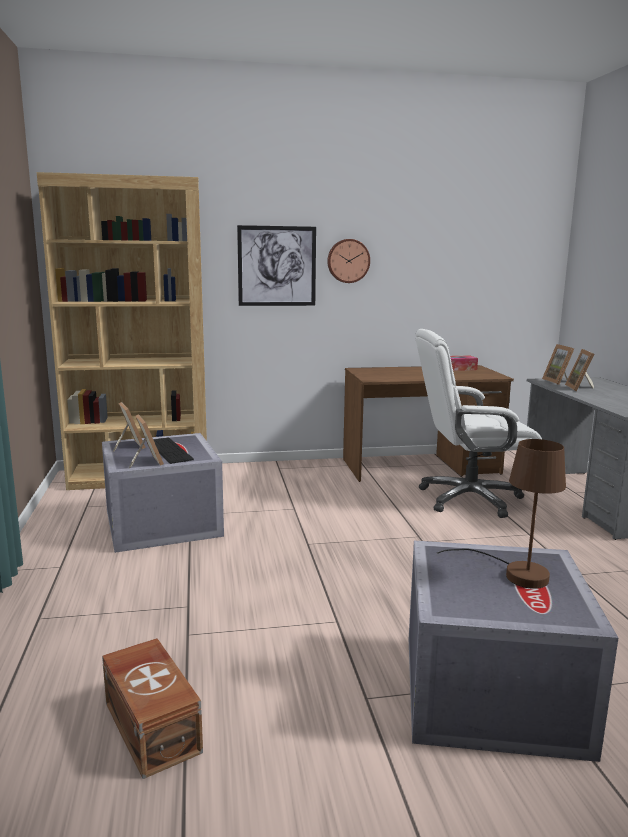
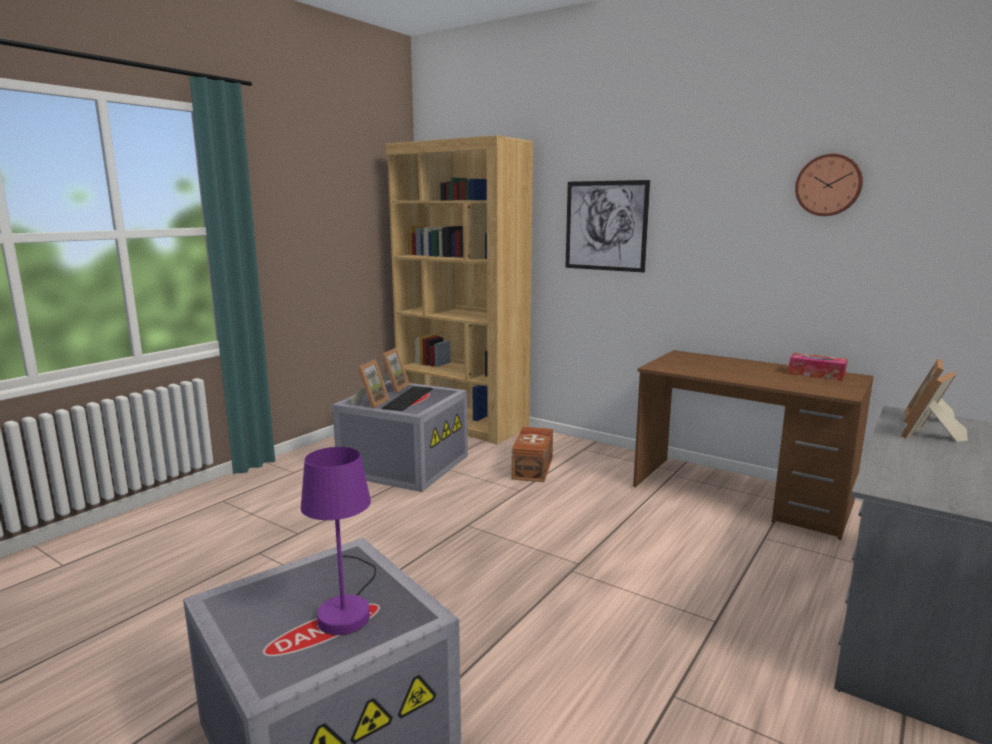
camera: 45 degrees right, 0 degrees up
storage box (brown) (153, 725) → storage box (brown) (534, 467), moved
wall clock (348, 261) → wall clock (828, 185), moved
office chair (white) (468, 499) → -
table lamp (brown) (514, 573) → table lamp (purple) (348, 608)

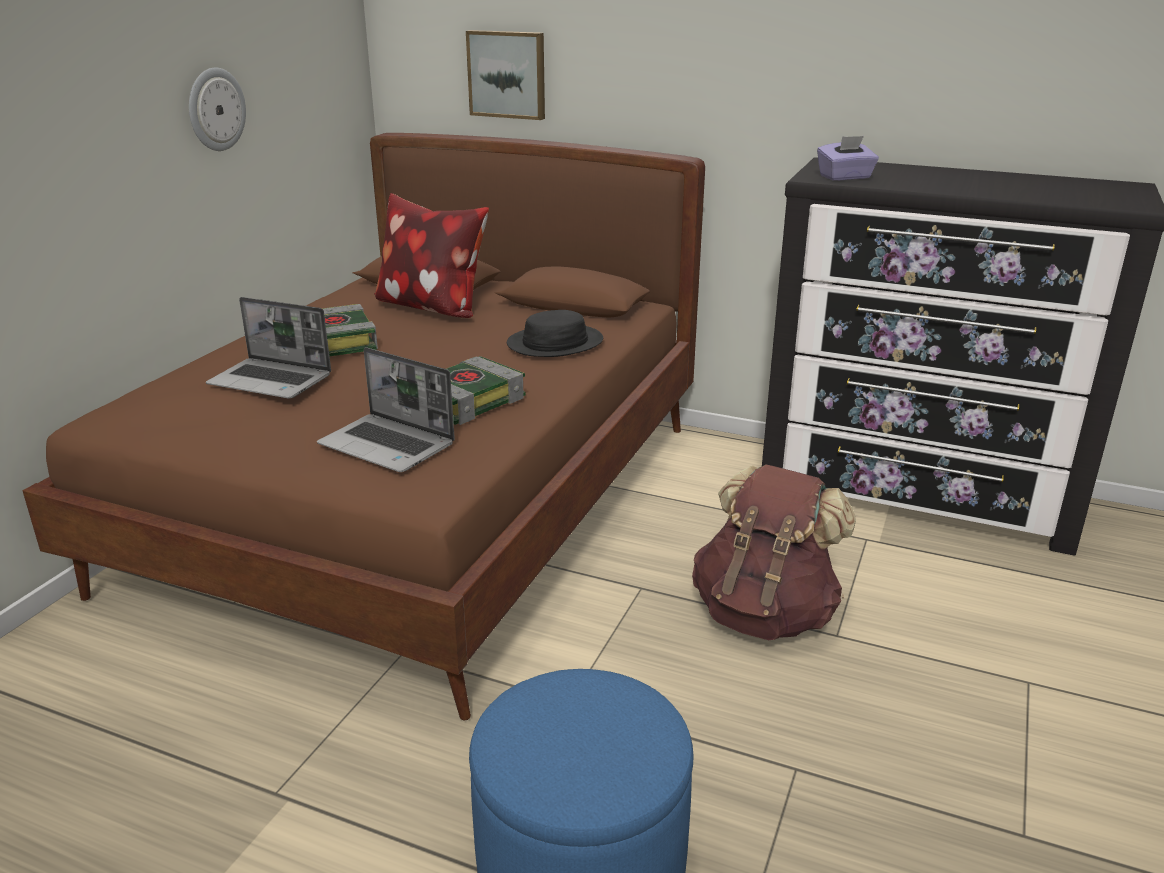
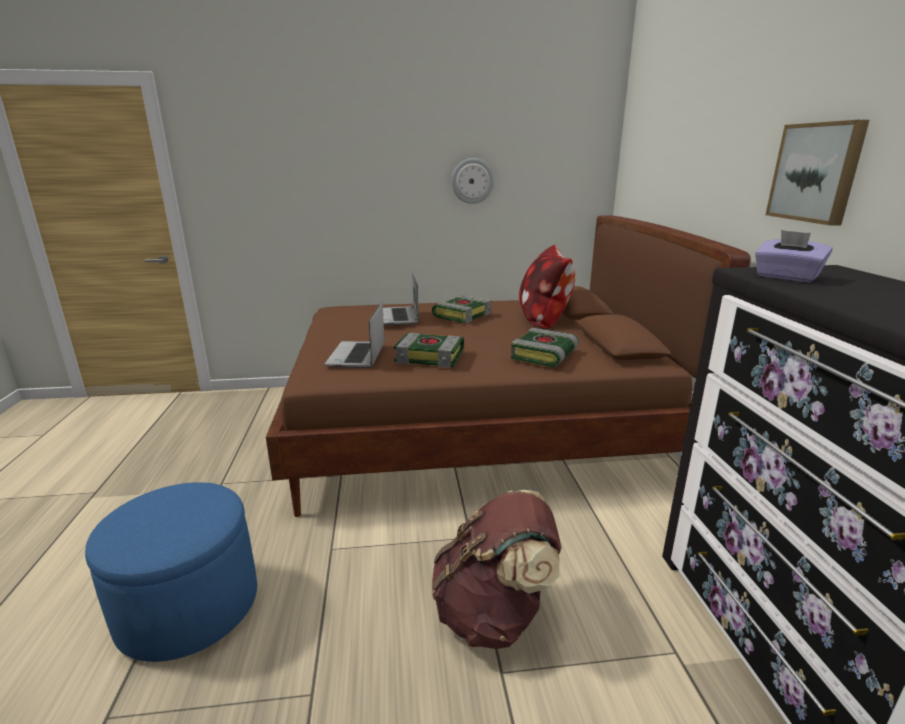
camera: 60 degrees right, 5 degrees down
picture (507, 74) → picture (816, 172), moved
hat (black) (555, 343) → book (544, 356)

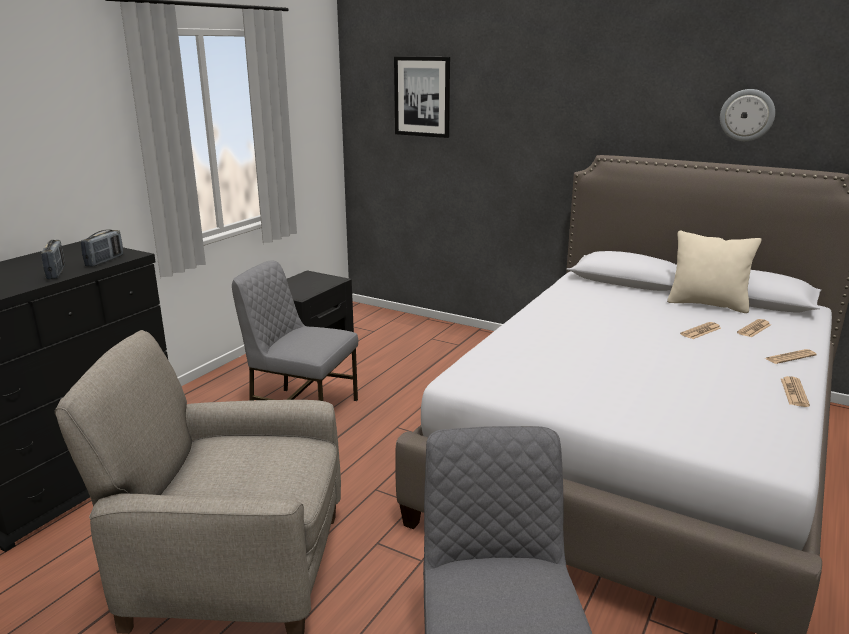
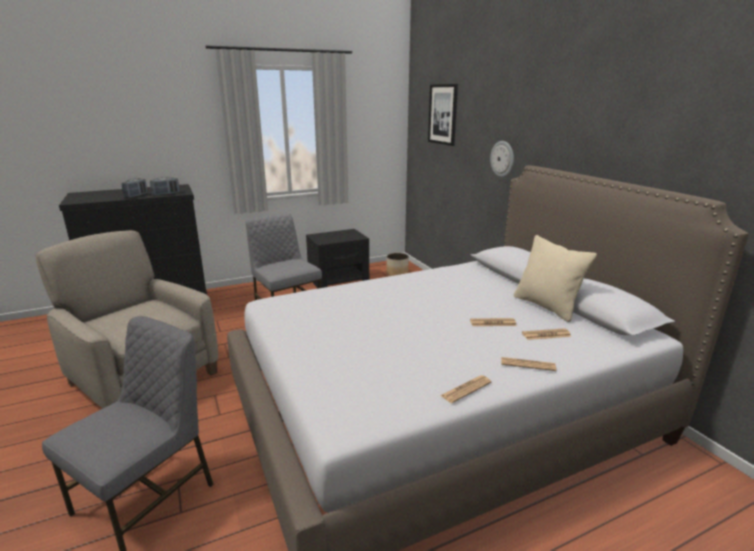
camera: 35 degrees right, 0 degrees up
wall clock (747, 115) → wall clock (502, 159), moved
- → planter (397, 274)

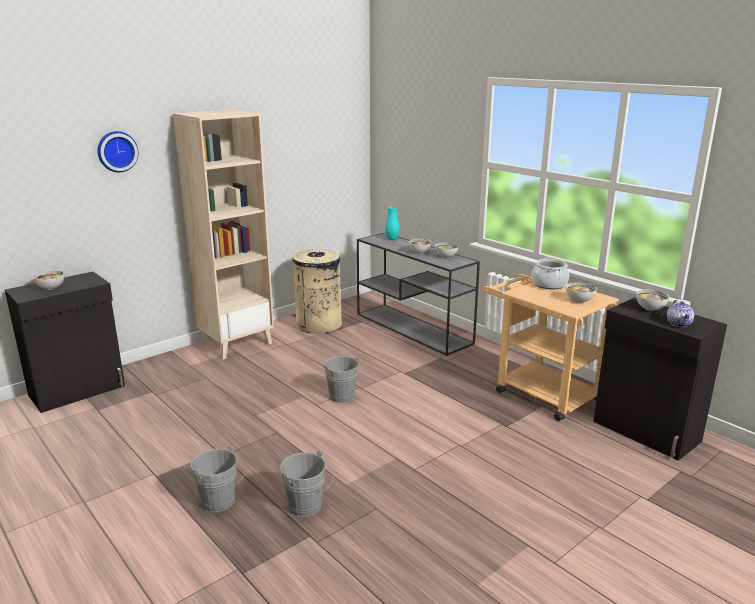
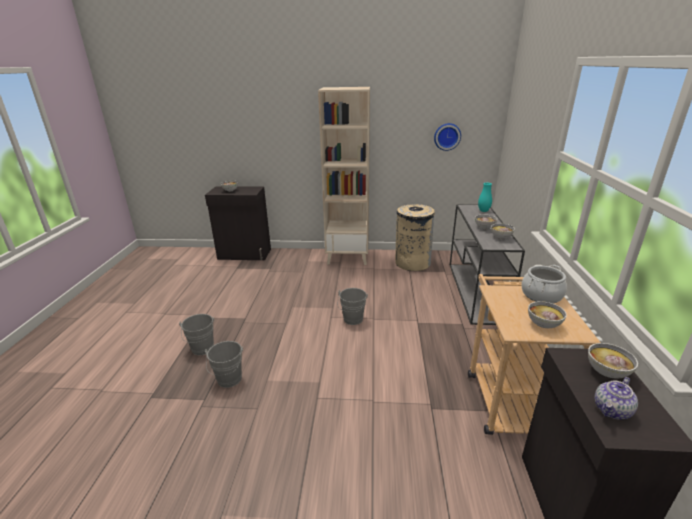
camera: 45 degrees right, 5 degrees up
wall clock (116, 151) → wall clock (447, 136), moved

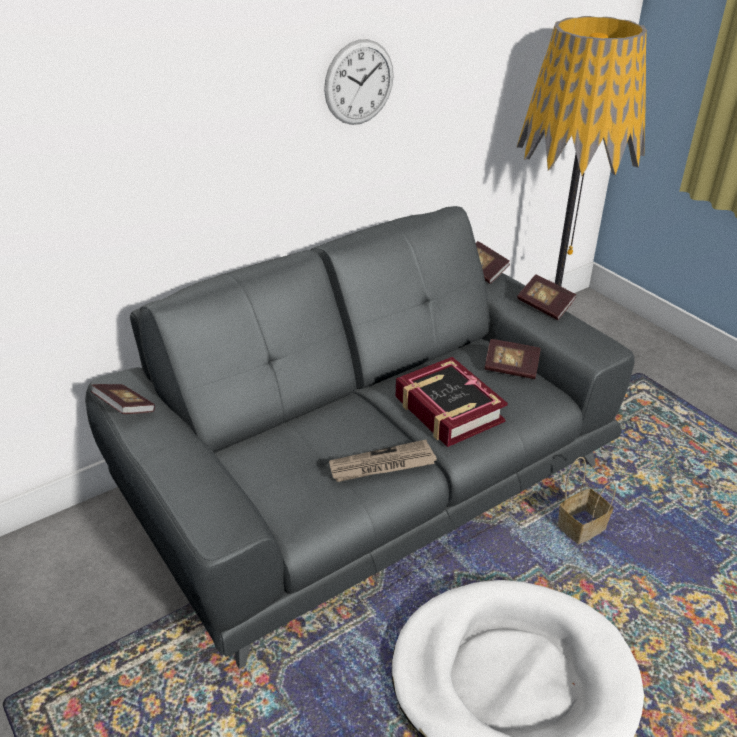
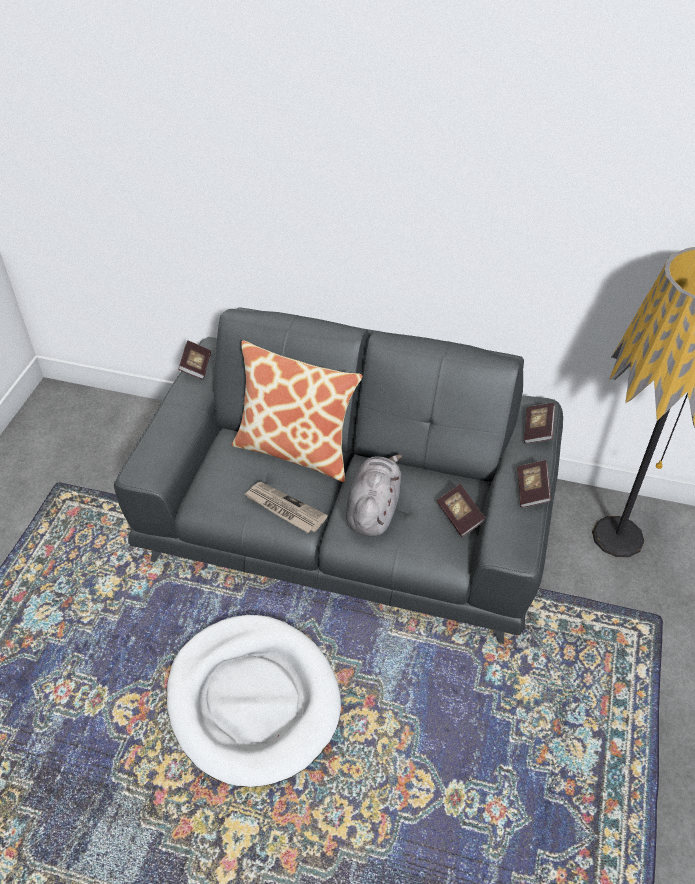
camera: 50 degrees right, 10 degrees up
wall clock (359, 82) → -
book (448, 409) → plush toy (grey) (373, 509)
basket (581, 526) → -
- → pillow (296, 449)

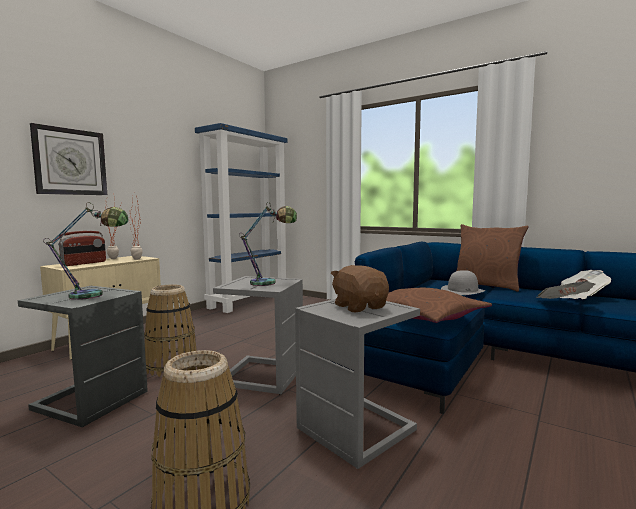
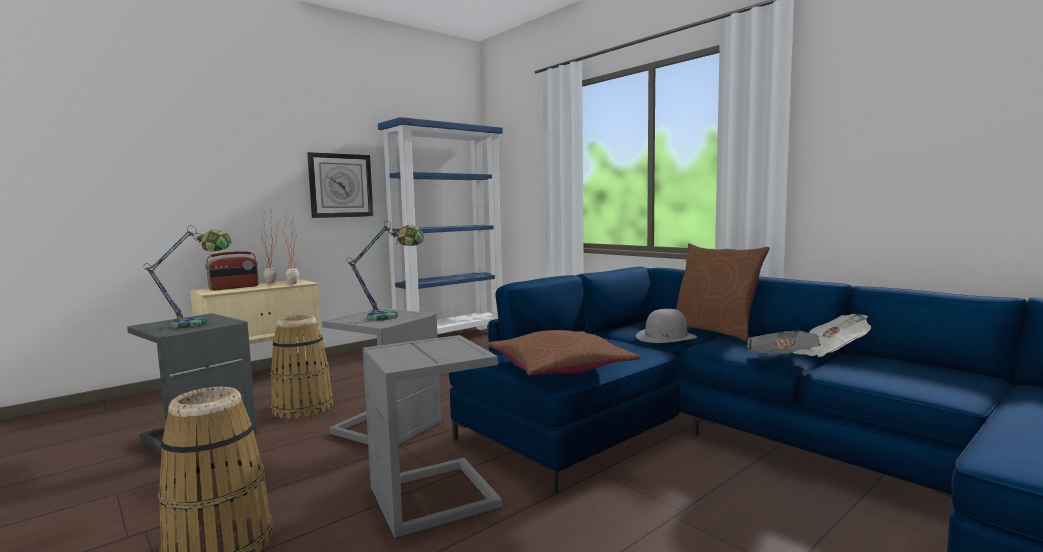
camera: 15 degrees right, 0 degrees up
wall clock (70, 162) → wall clock (340, 185), moved
plush toy (brown) (359, 307) → -

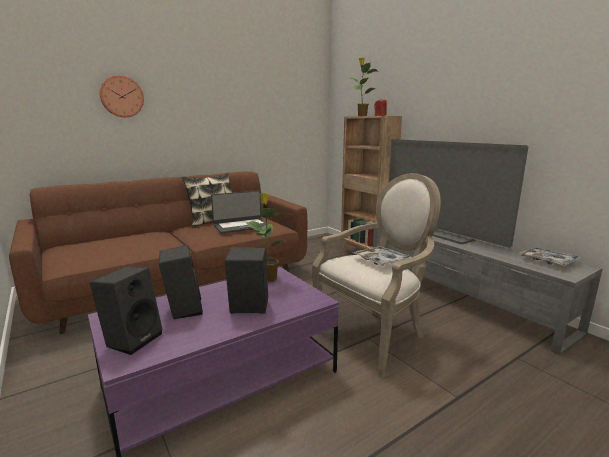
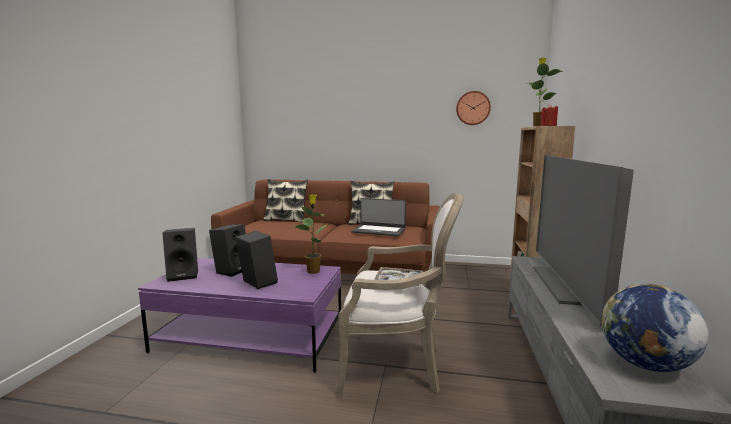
camera: 45 degrees right, 5 degrees down
wall clock (121, 96) → wall clock (473, 108), moved
tray (548, 261) → globe (644, 364)
- → pillow (286, 220)

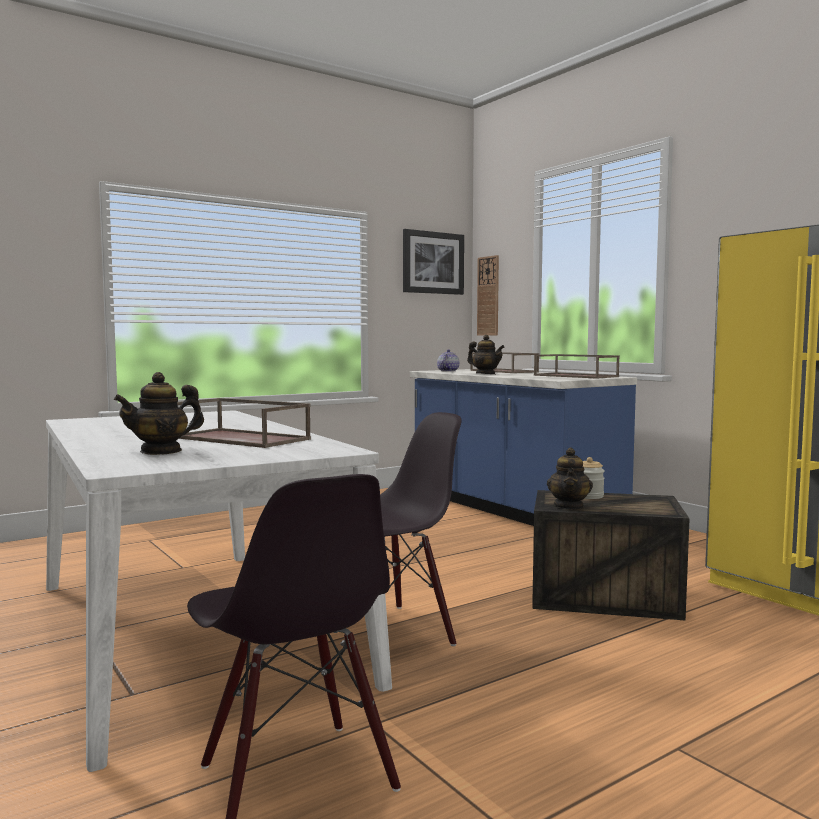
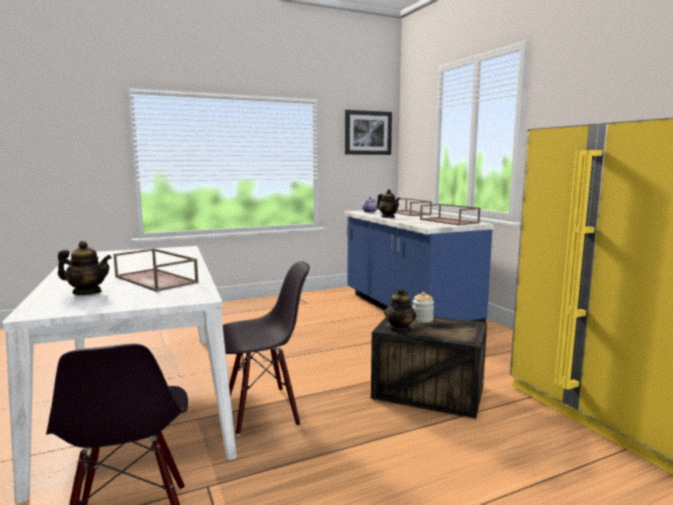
camera: 10 degrees right, 5 degrees up
teapot (161, 451) → teapot (87, 292), 150 degrees counterclockwise
wall clock (488, 296) → -

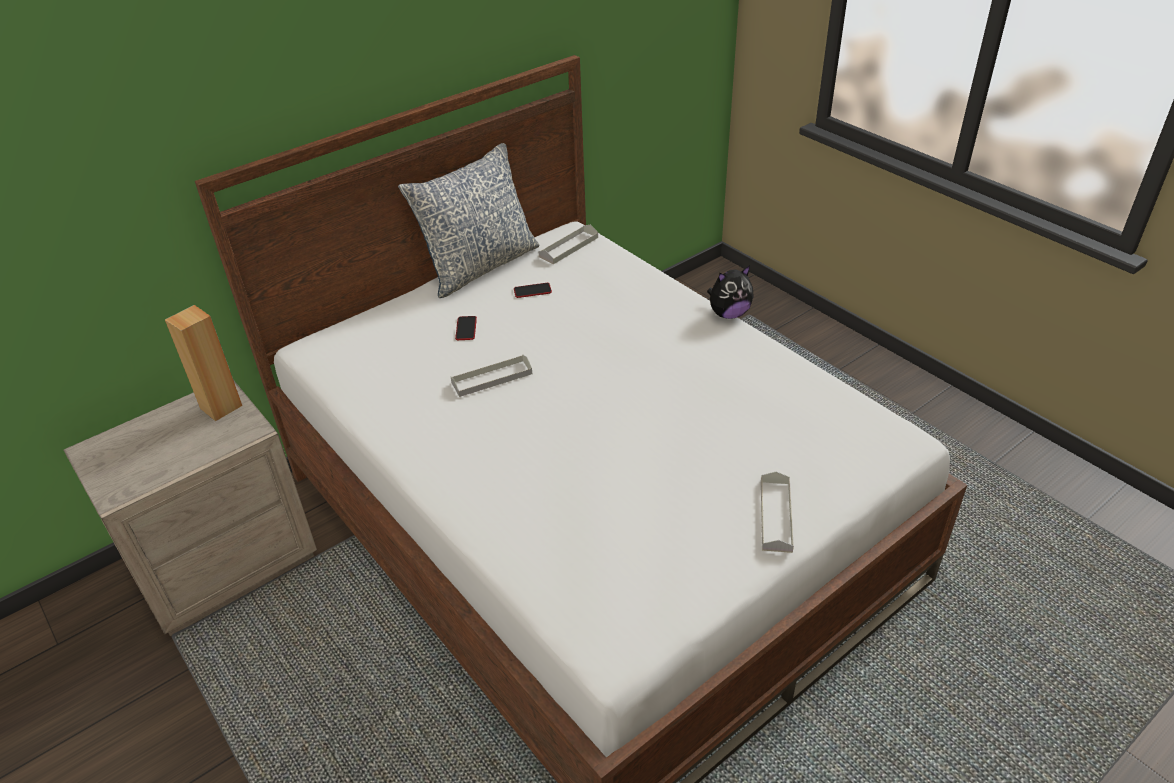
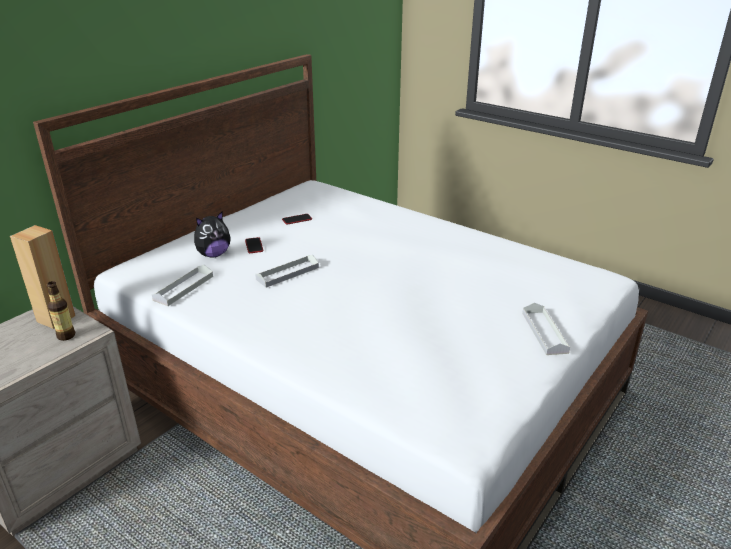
camera: 15 degrees left, 10 degrees down
pillow (479, 266) → -
tray (grey) (569, 247) → tray (grey) (183, 288), moved
plush toy (728, 314) → plush toy (213, 254), moved
- → bottle (66, 336)

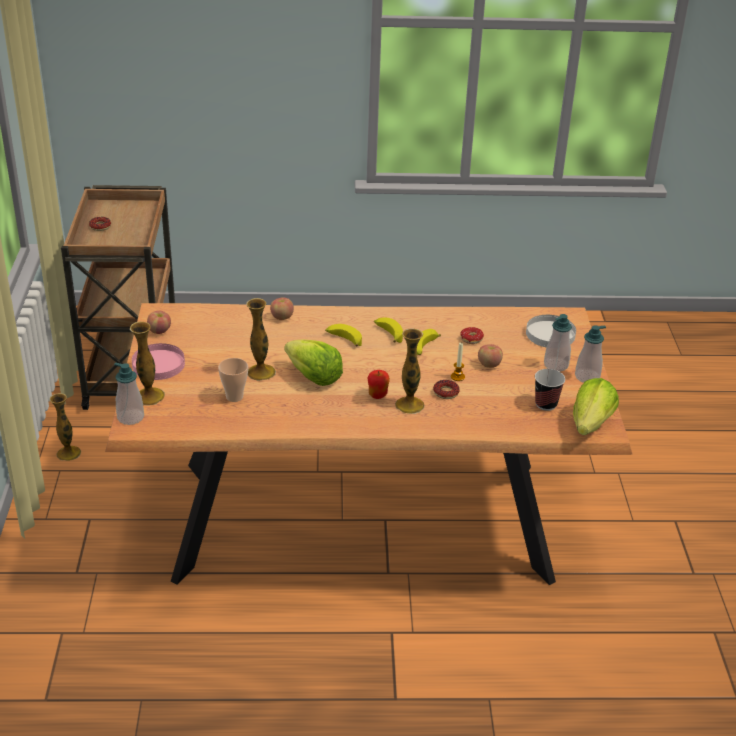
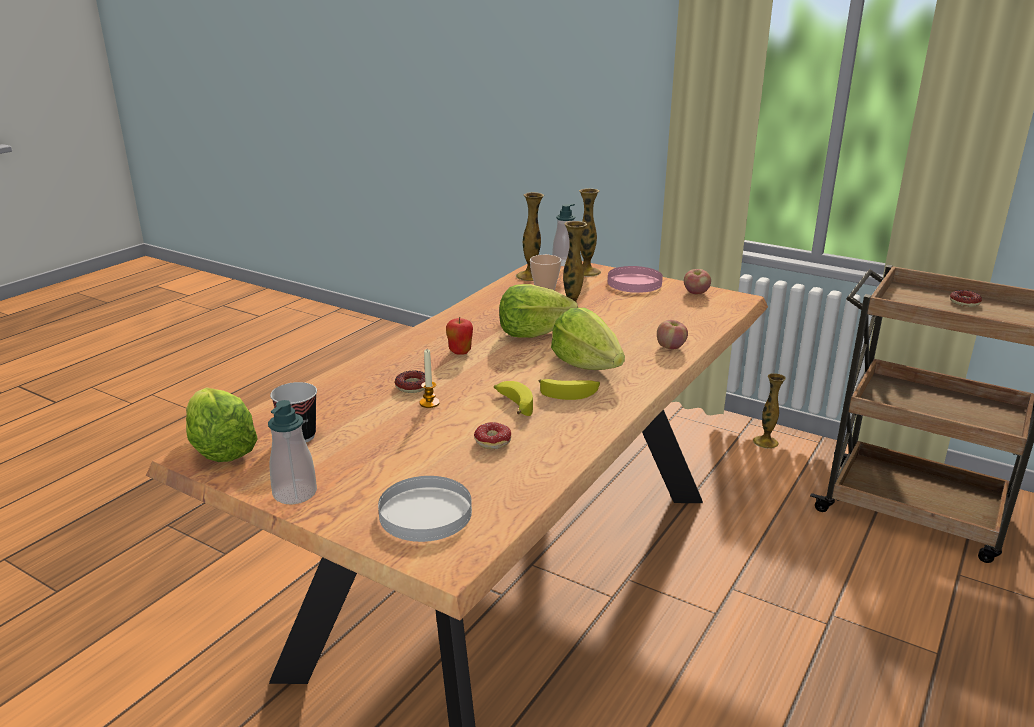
camera: 125 degrees right, 10 degrees down
banana (343, 339) → lettuce (586, 365)
vase (409, 405) → vase (530, 276), moved
apple (489, 364) → -
soap dispenser (556, 365) → -

